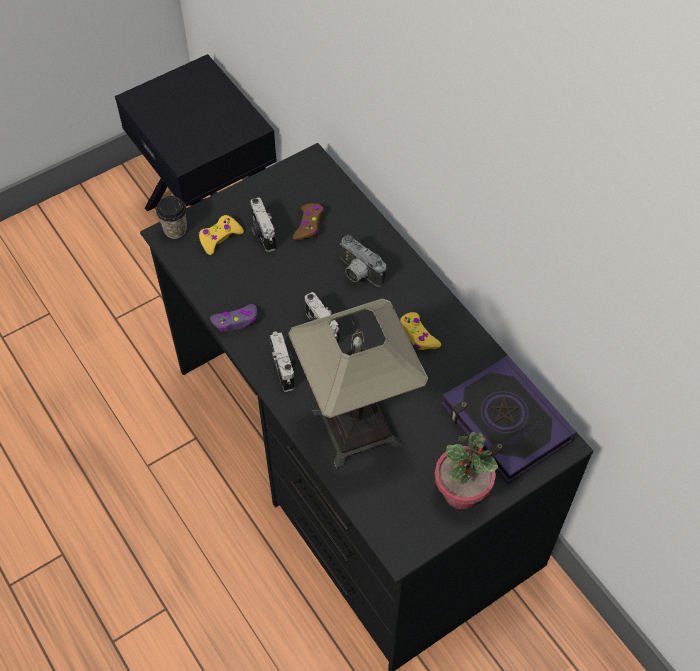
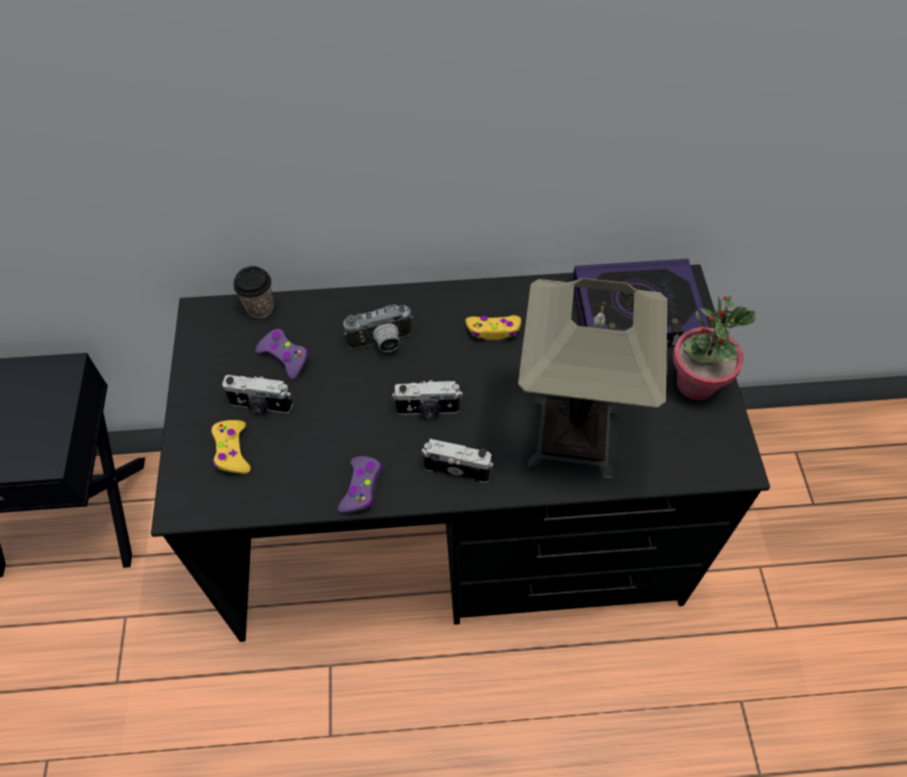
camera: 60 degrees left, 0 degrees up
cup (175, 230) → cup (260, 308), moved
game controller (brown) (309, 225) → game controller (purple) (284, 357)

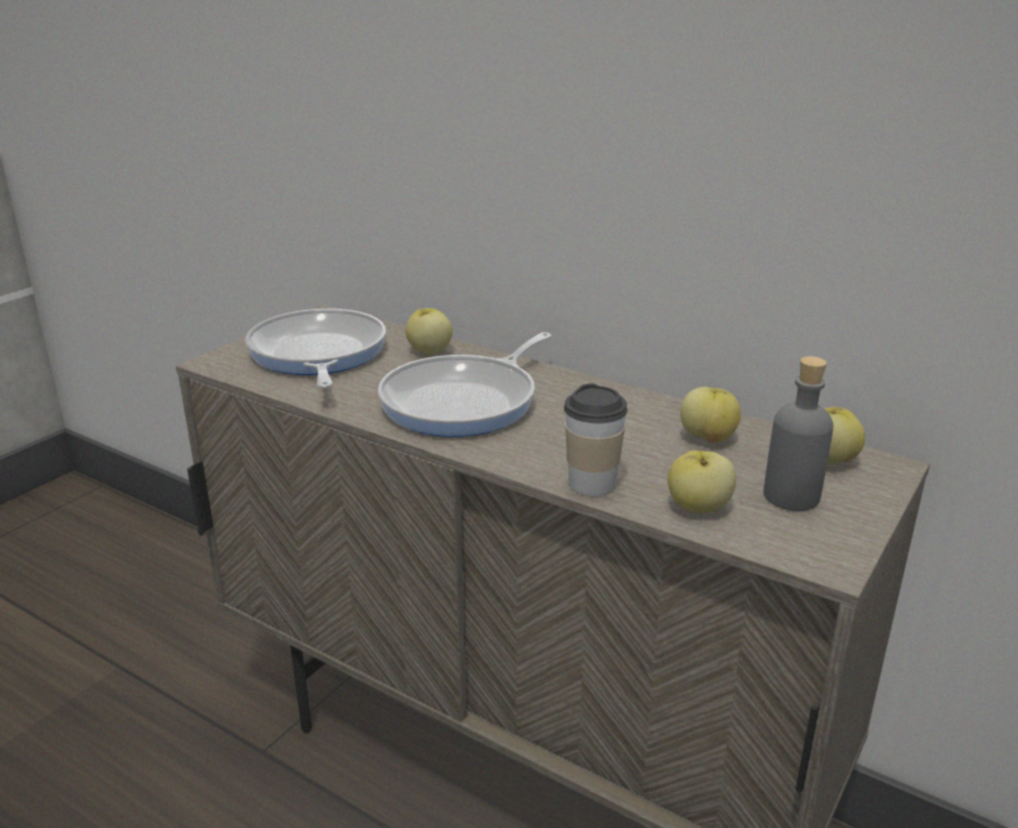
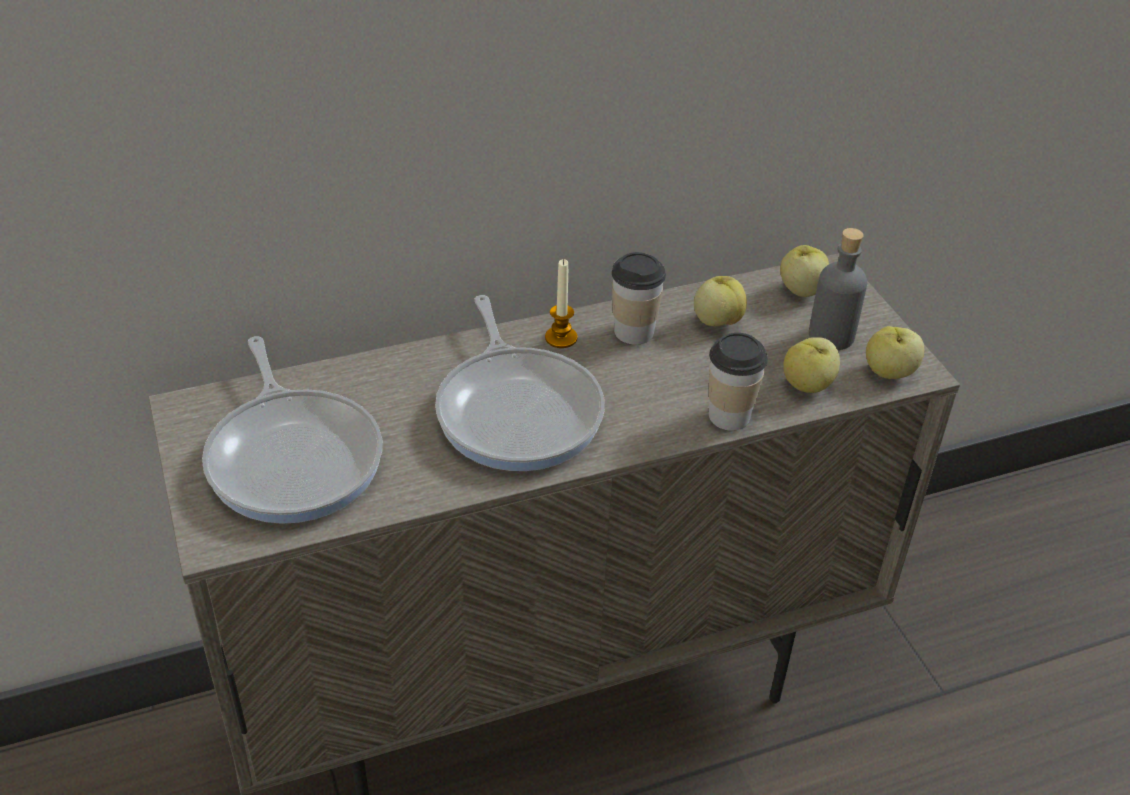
camera: 55 degrees left, 15 degrees up
frying pan (317, 355) → frying pan (294, 457), 135 degrees counterclockwise
apple (429, 351) → apple (889, 372), moved
- → candle (561, 338)
- → cup (634, 332)

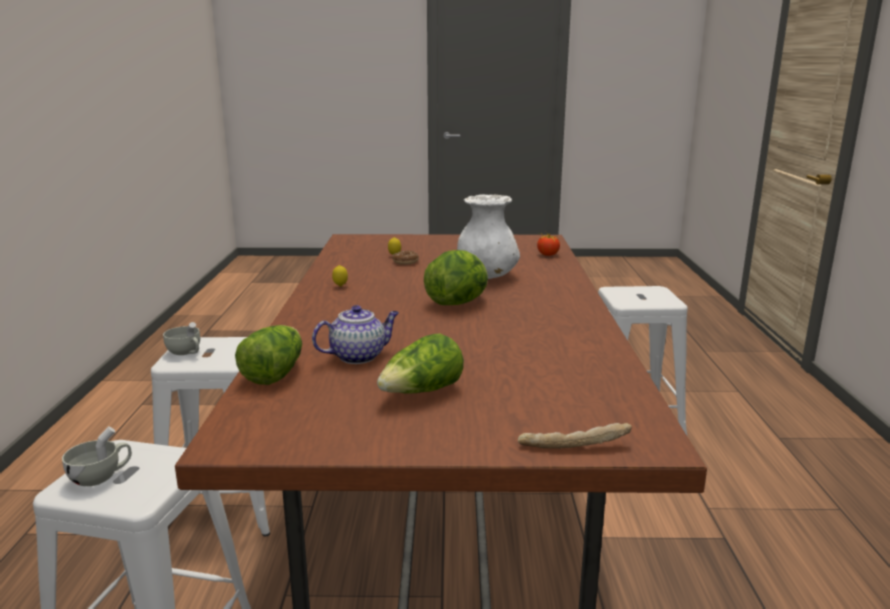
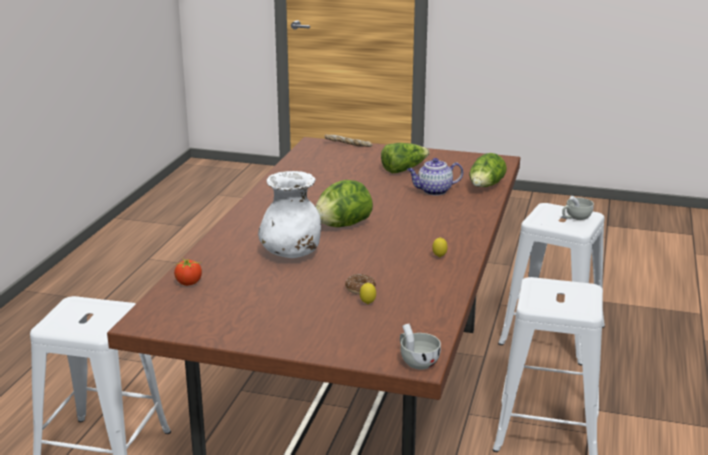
camera: 165 degrees left, 5 degrees up
cup (white) (186, 353) → cup (white) (416, 361), moved

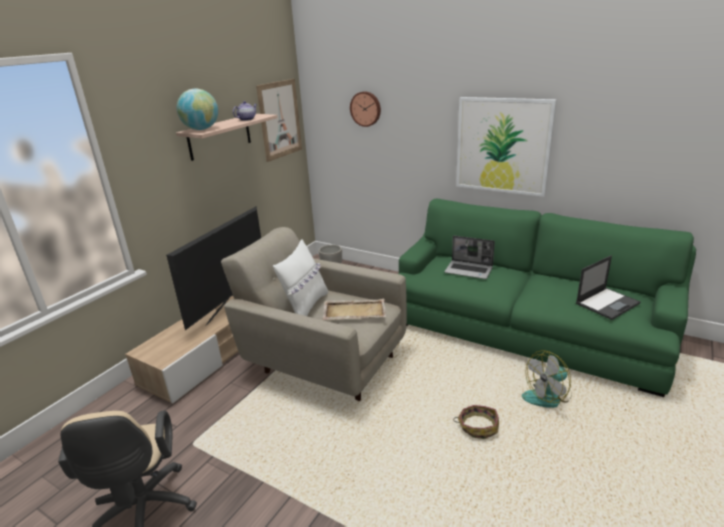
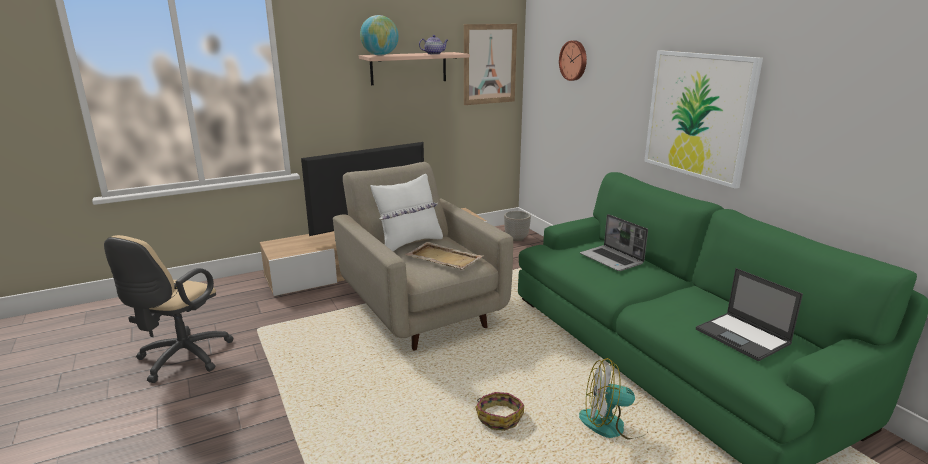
camera: 30 degrees right, 5 degrees down
laptop (607, 303) → laptop (743, 337), 60 degrees clockwise

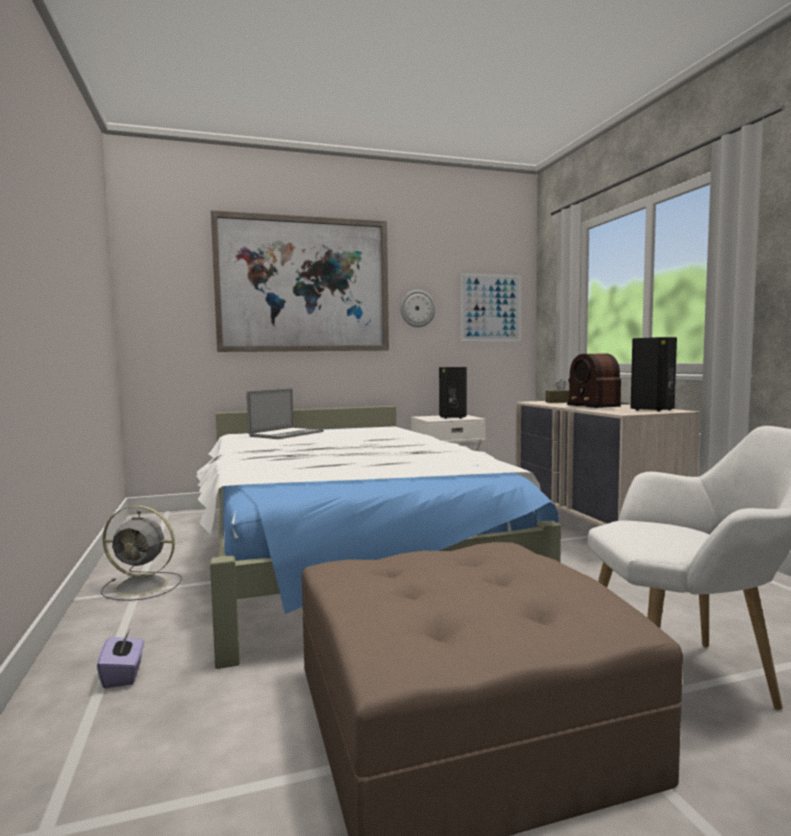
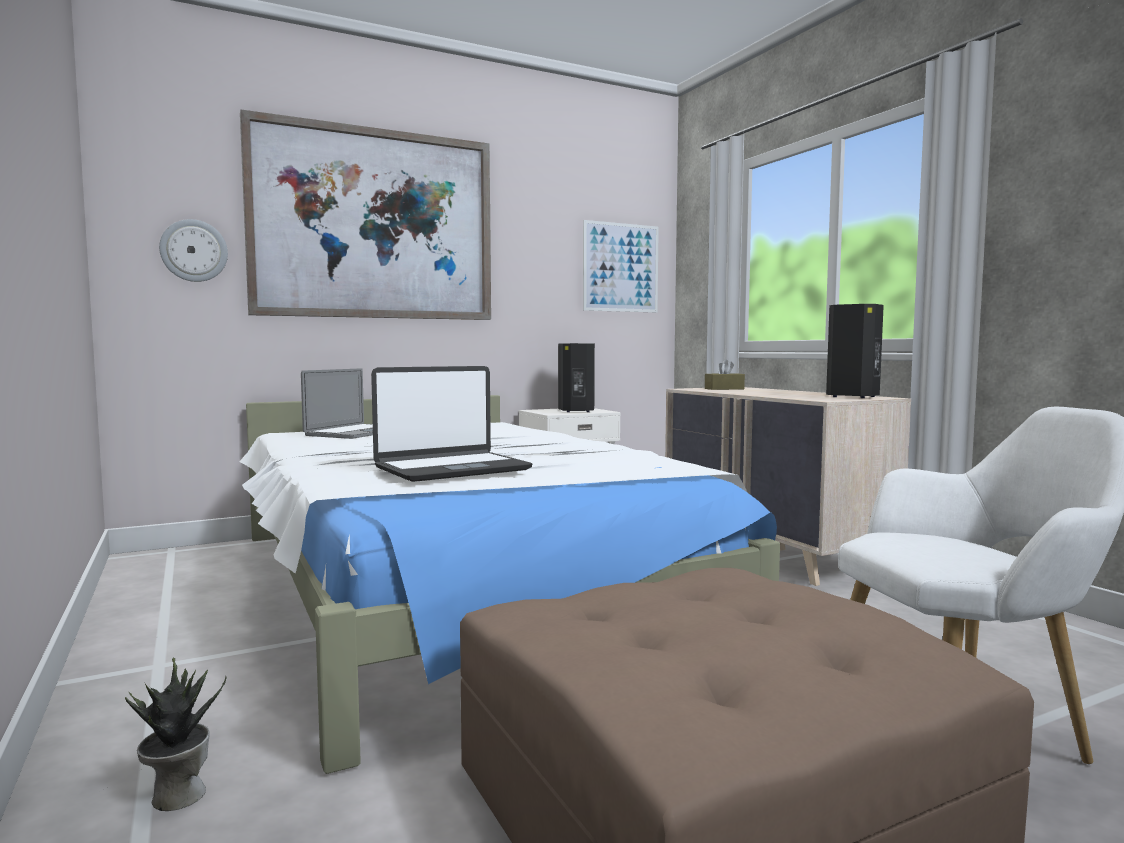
camera: 10 degrees left, 0 degrees up
tissue box (purple) (123, 675) → potted plant (176, 796)
fan (grey) (143, 586) → -
wall clock (417, 308) → wall clock (194, 251), moved
radio (596, 406) → -
- → laptop (451, 469)

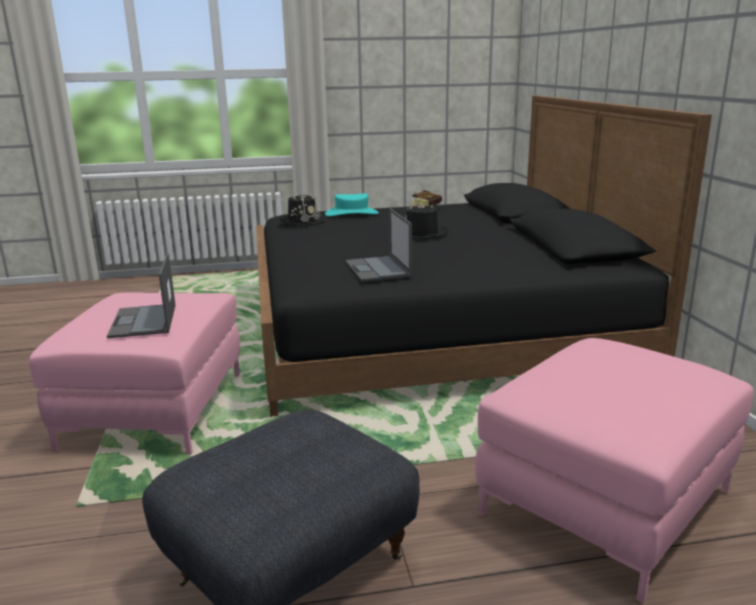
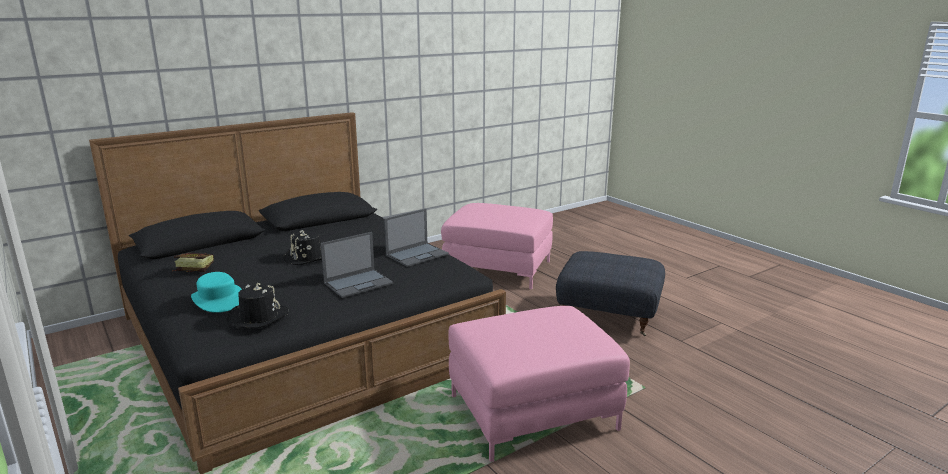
camera: 115 degrees left, 0 degrees up
laptop (144, 321) → laptop (359, 283), moved

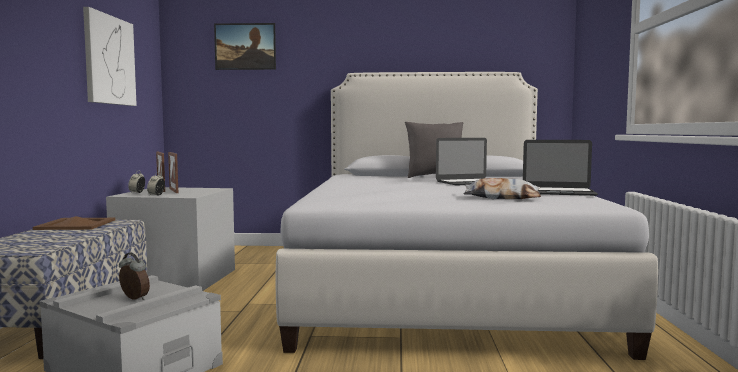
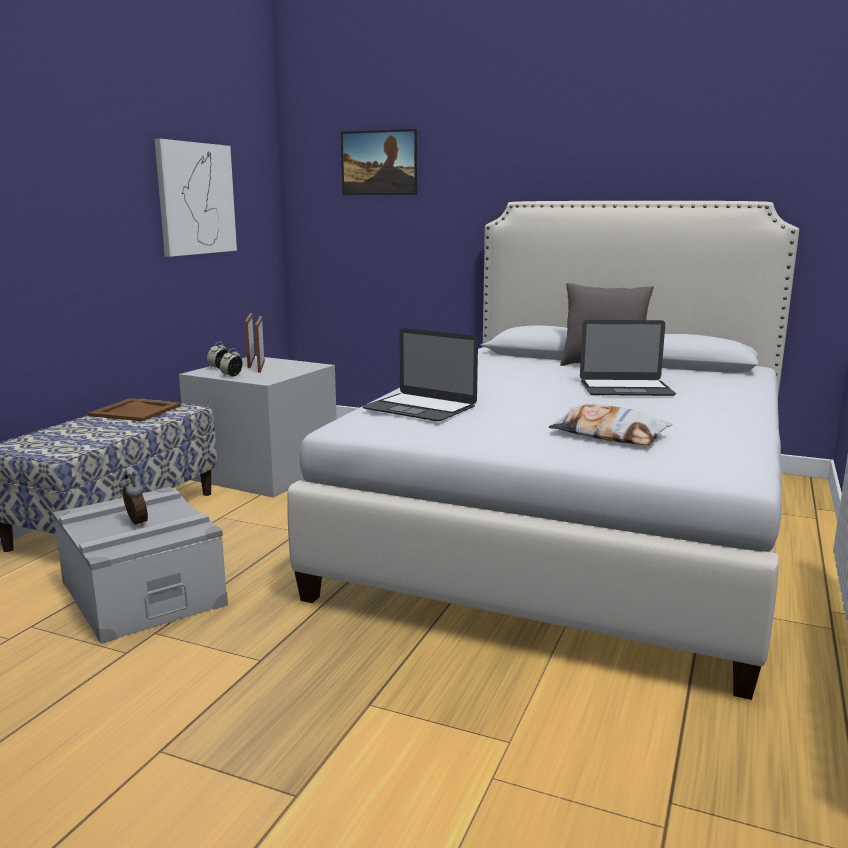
camera: 20 degrees right, 10 degrees up
laptop (558, 192) → laptop (420, 407), moved

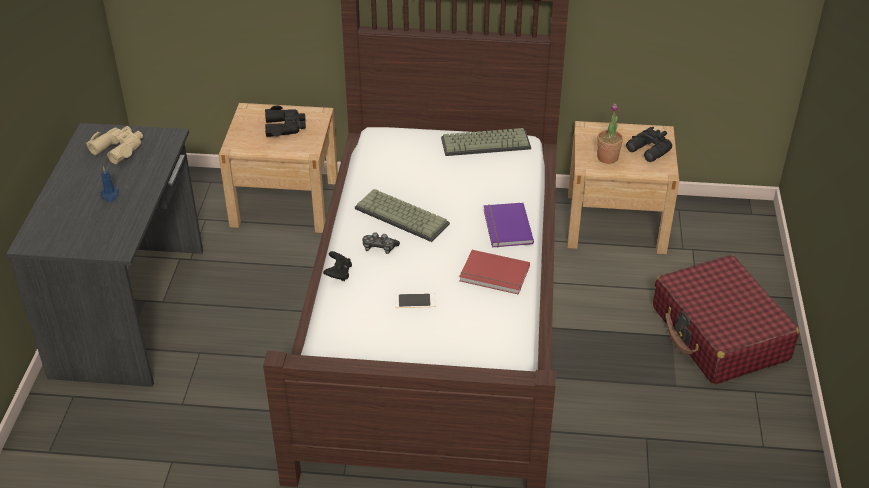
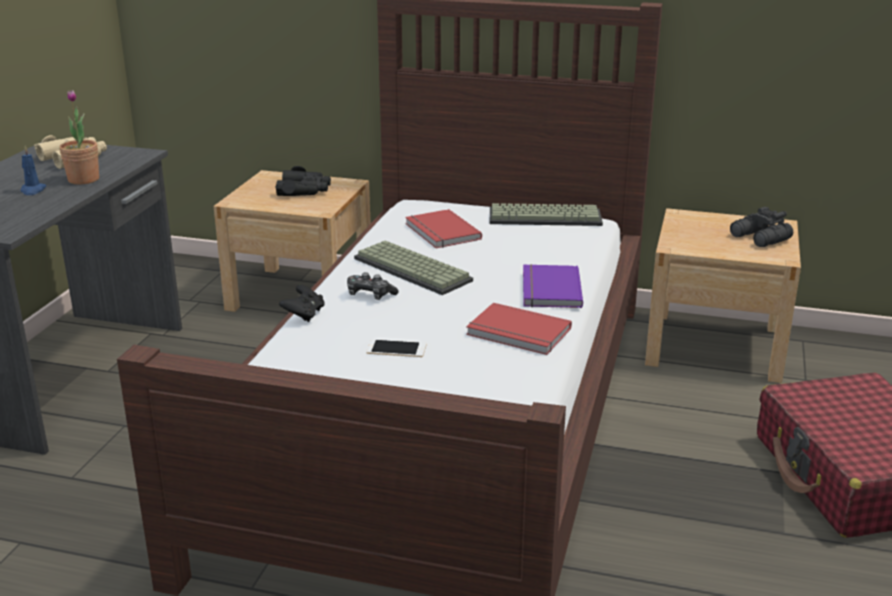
camera: 10 degrees right, 15 degrees down
potted plant (607, 157) → potted plant (83, 179), moved
- → book (red) (440, 232)

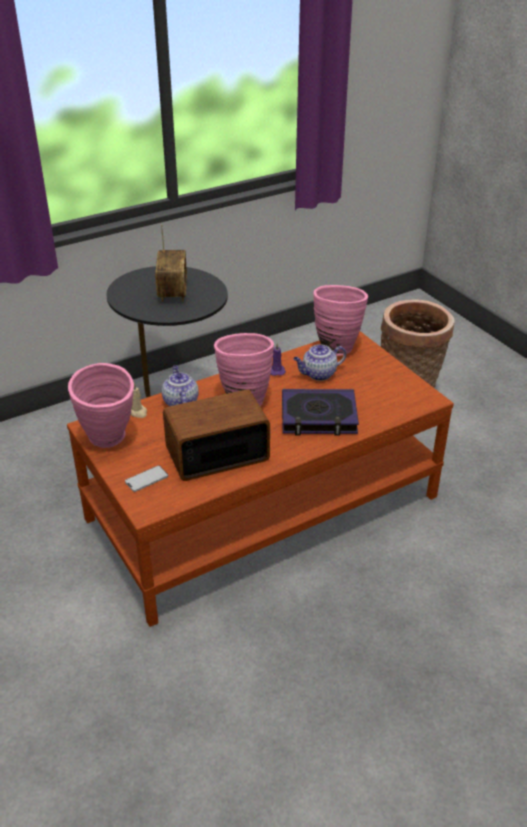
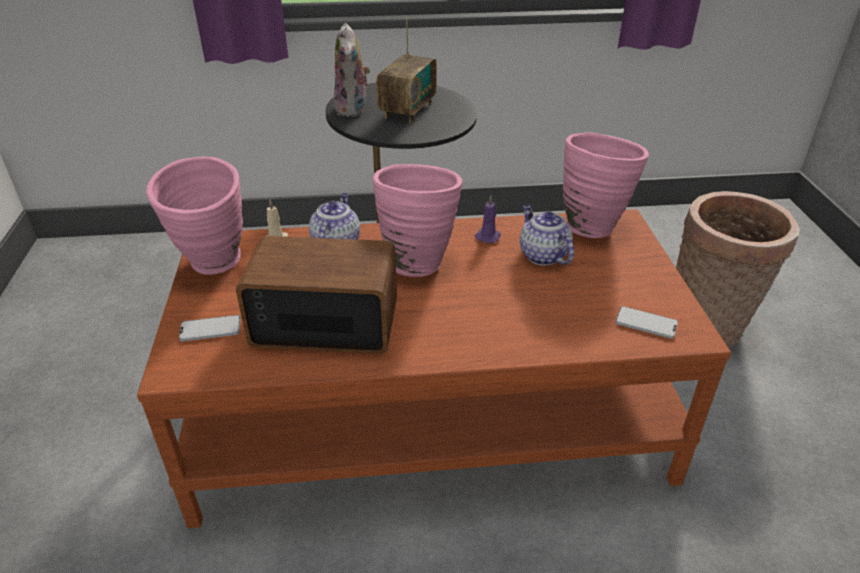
camera: 25 degrees right, 0 degrees up
book (318, 417) → -
teapot (318, 374) → teapot (542, 255), 60 degrees clockwise
- → plush toy (353, 110)
- → phone (646, 323)

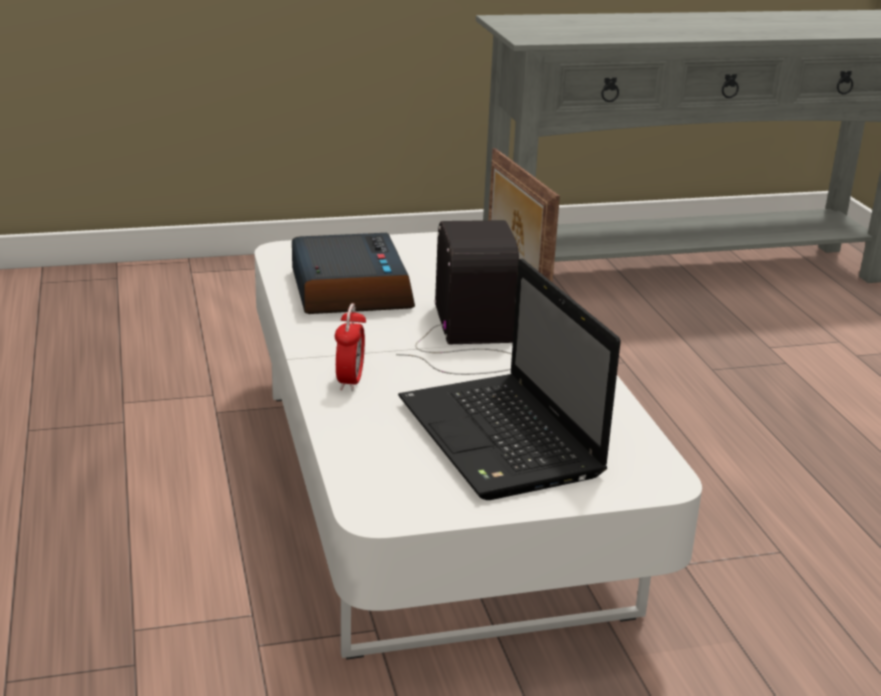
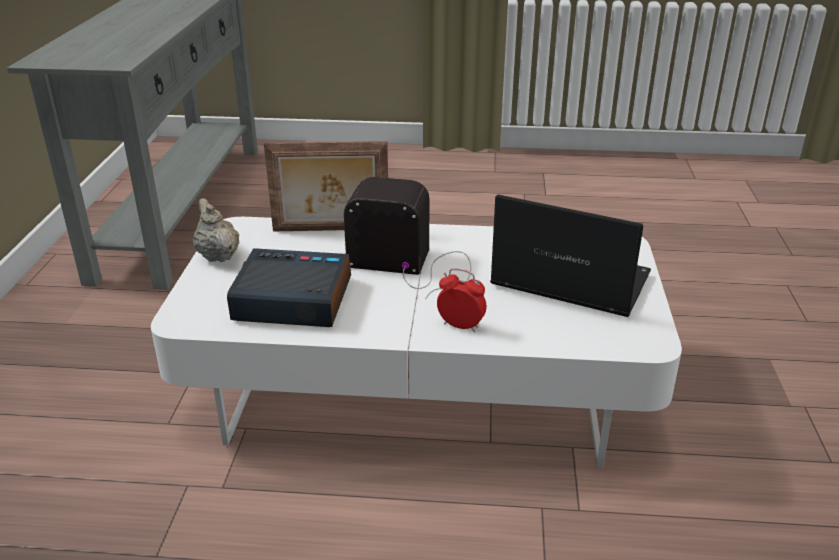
camera: 70 degrees left, 5 degrees up
laptop (502, 440) → laptop (566, 281), 150 degrees counterclockwise
- → teapot (beige) (218, 255)

